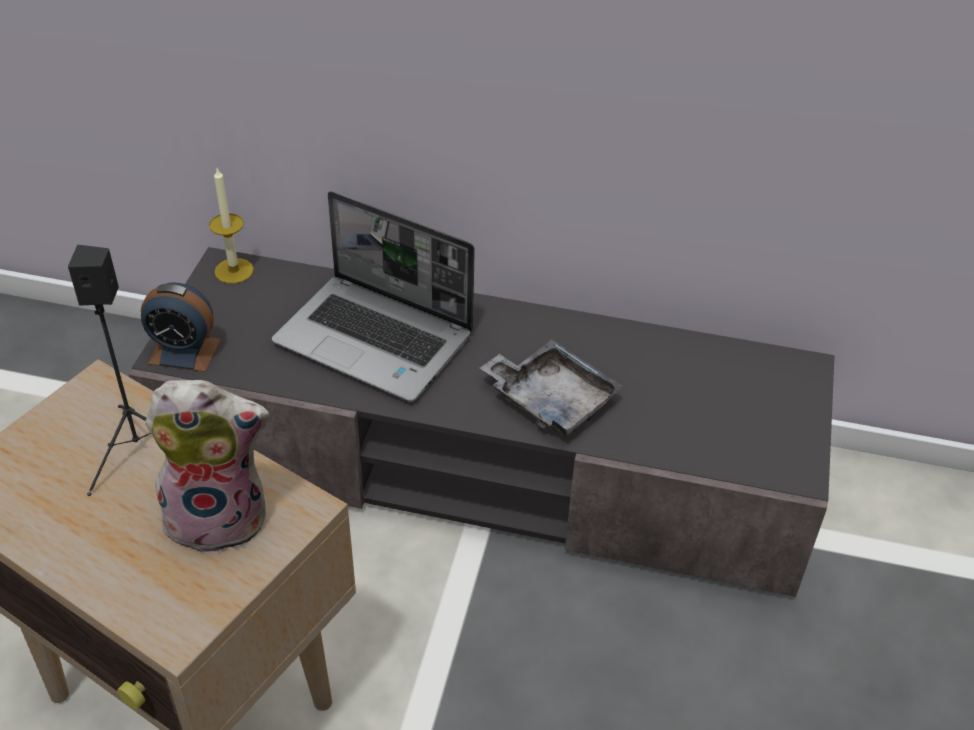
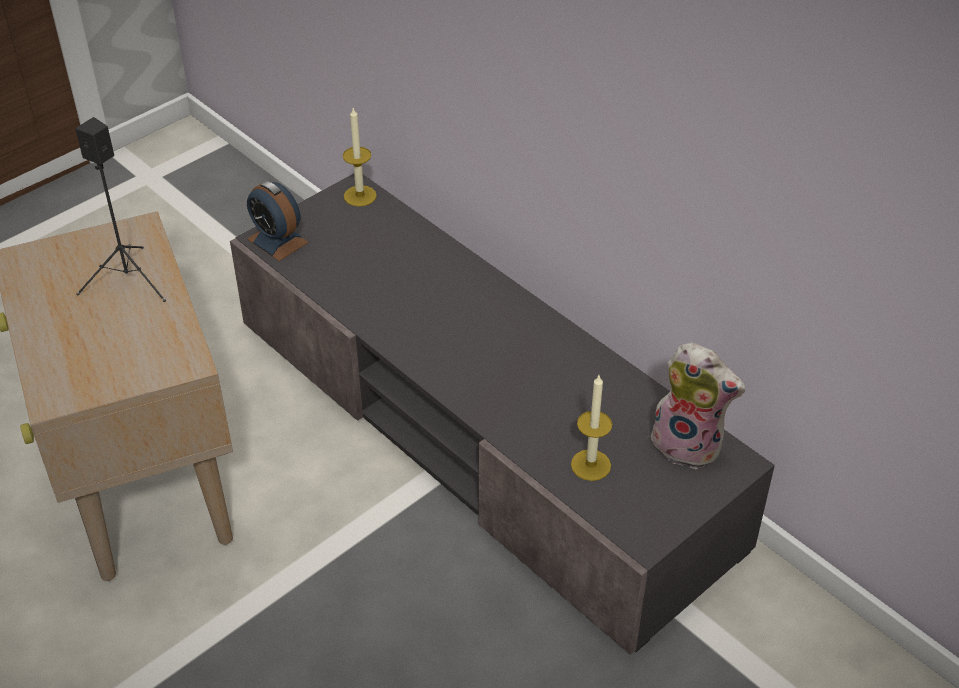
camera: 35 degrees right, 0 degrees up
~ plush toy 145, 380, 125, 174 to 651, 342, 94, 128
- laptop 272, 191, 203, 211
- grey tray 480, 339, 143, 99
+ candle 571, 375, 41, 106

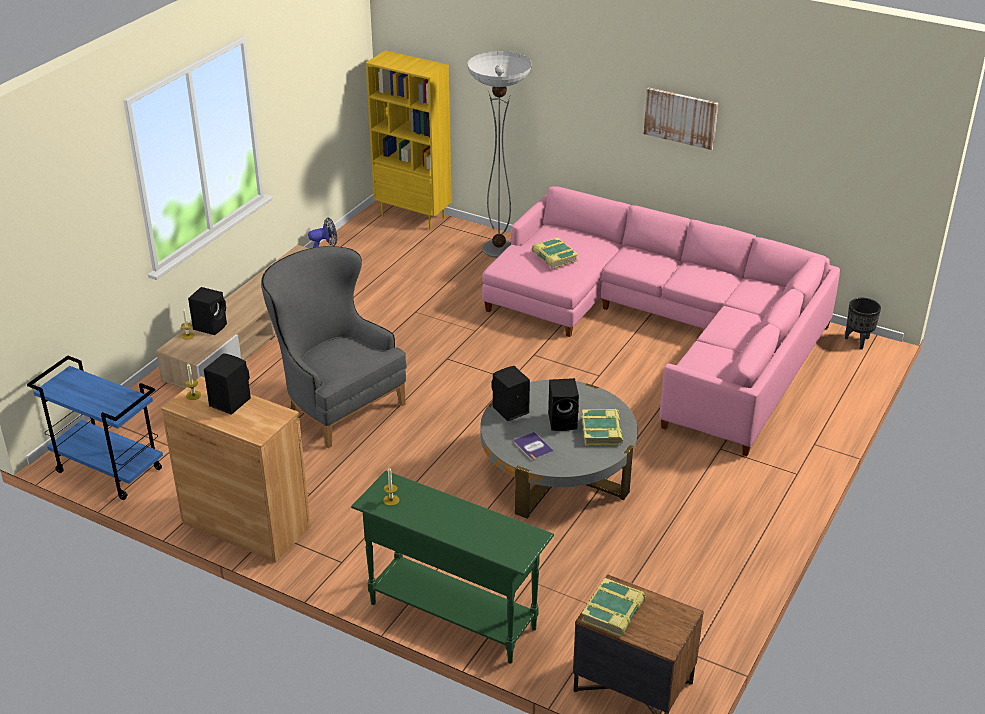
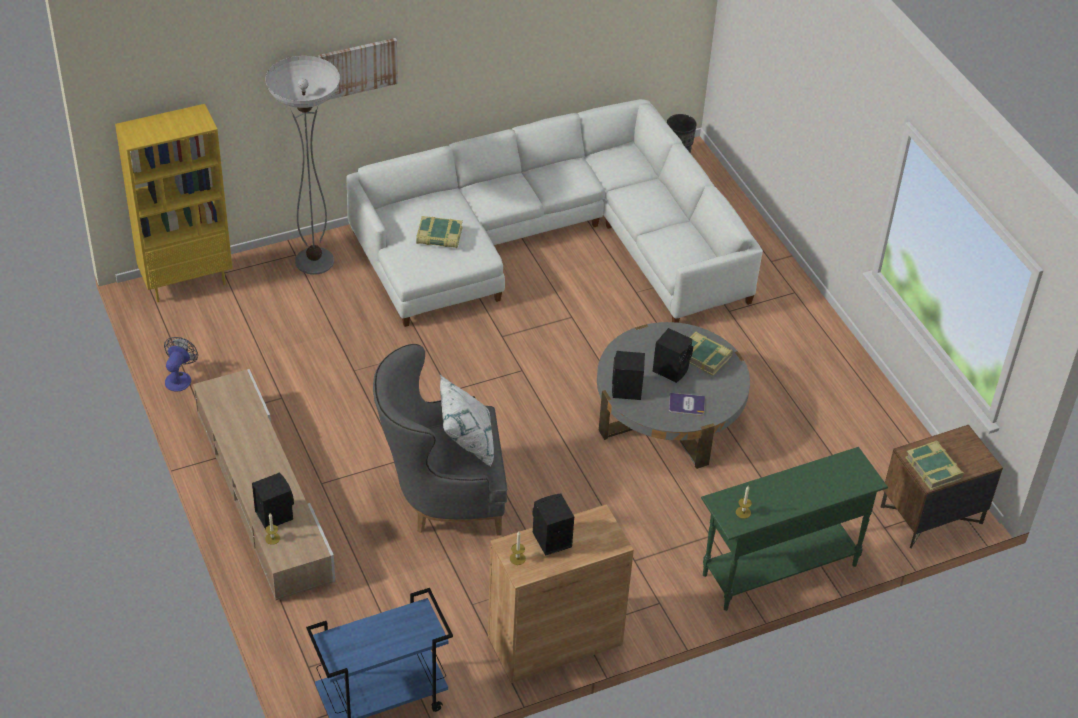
camera: 55 degrees left, 10 degrees up
~ pink sofa 482, 186, 358, 270 to white sofa 346, 99, 417, 228
~ picture 644, 87, 74, 63 to 318, 38, 80, 62
+ white pillow 440, 375, 54, 92

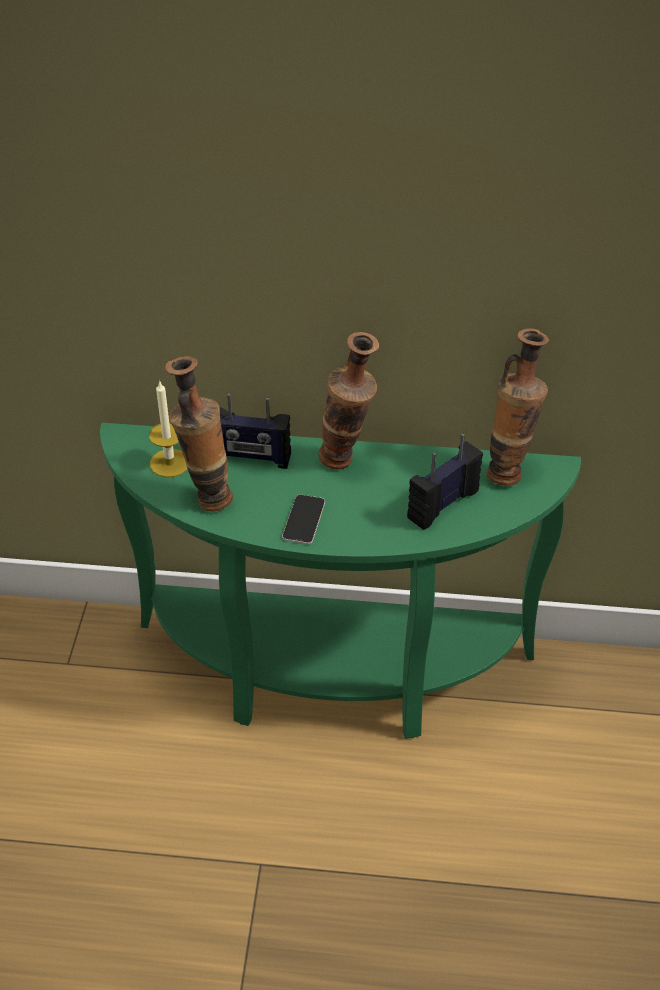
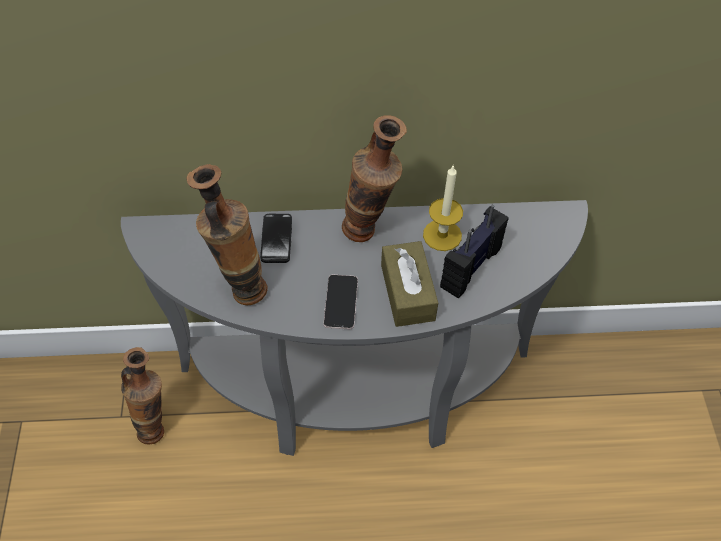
camera: 10 degrees left, 10 degrees up
~ green console table 100, 423, 481, 316 to grey console table 121, 200, 467, 256
~ candle 149, 380, 38, 97 to 423, 166, 40, 85
~ radio 219, 394, 72, 75 to phone 260, 214, 32, 49
~ vase 486, 329, 63, 157 to 121, 347, 43, 98
+ brown tissue box 381, 241, 57, 86

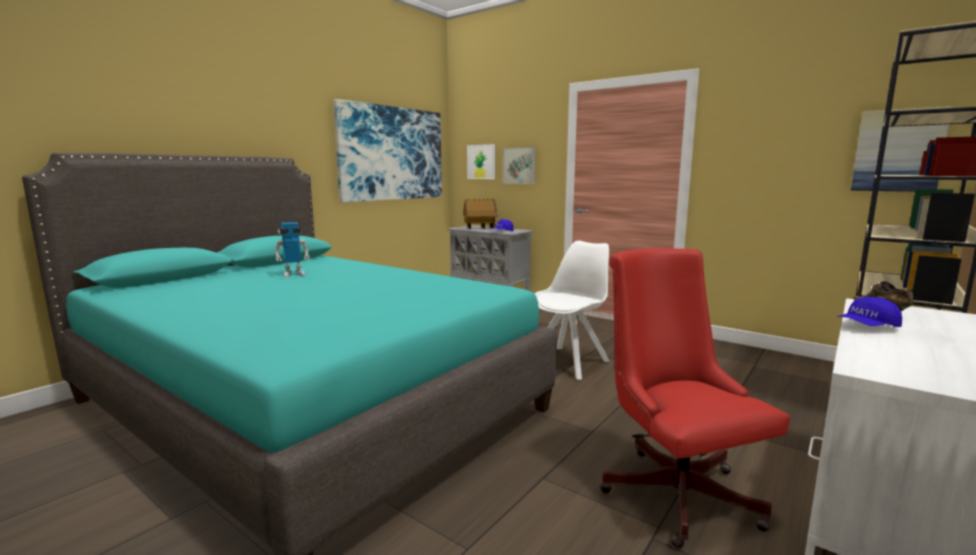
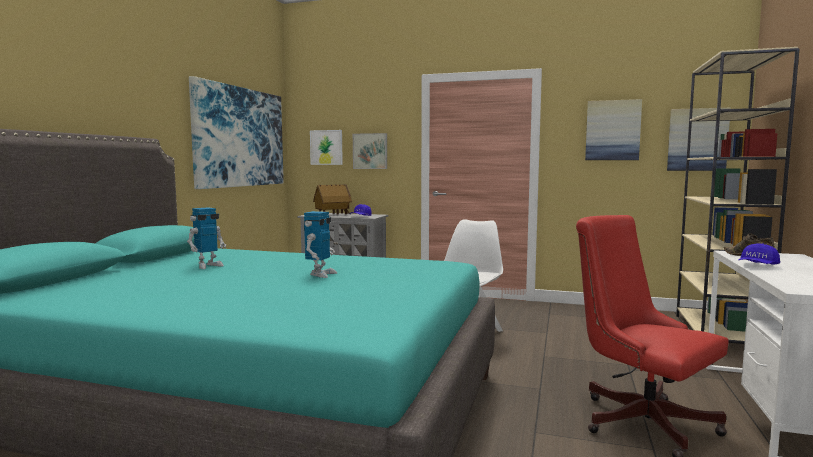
camera: 20 degrees left, 5 degrees down
+ toy robot 304, 211, 33, 67
+ picture 585, 99, 57, 61

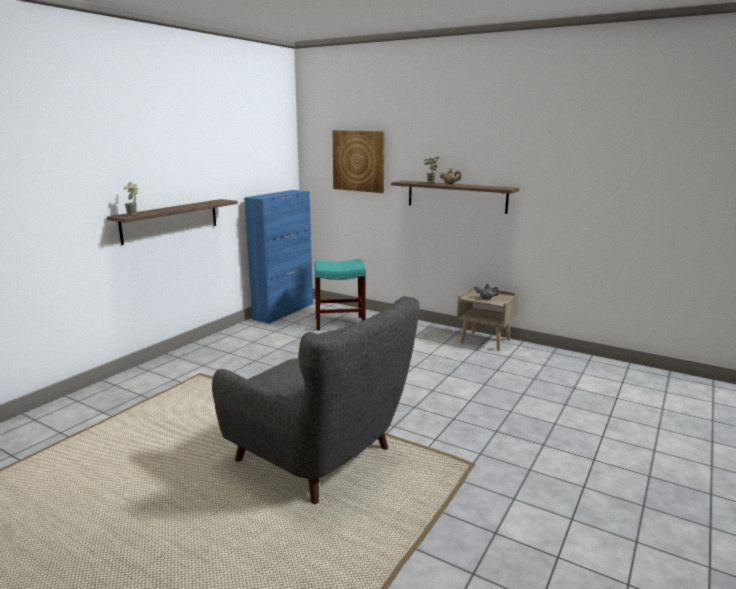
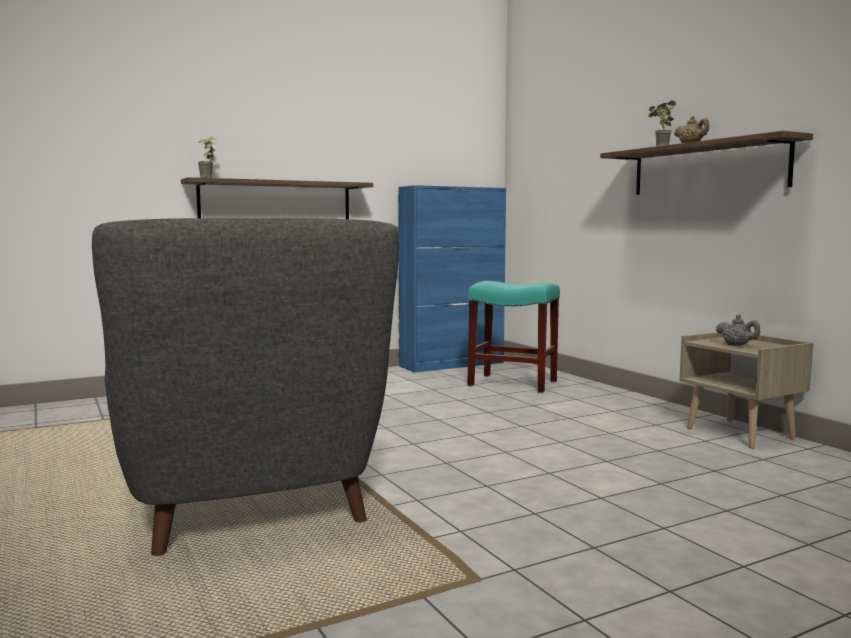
camera: 30 degrees right, 10 degrees down
- picture 333, 130, 52, 63

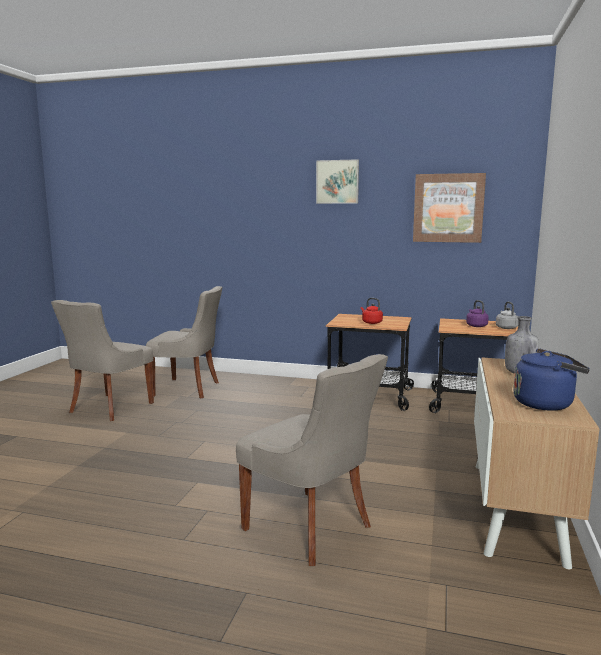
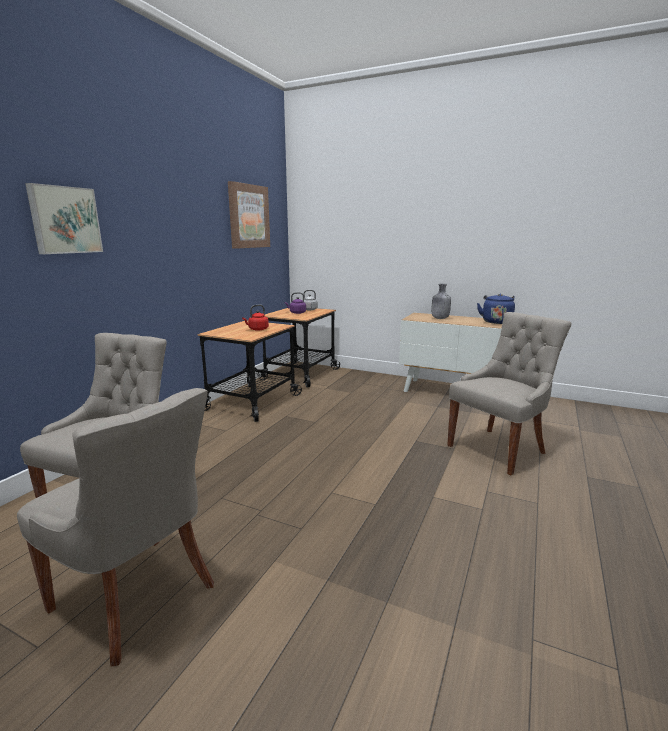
camera: 80 degrees left, 5 degrees up
~ picture 316, 159, 43, 45 to 25, 183, 78, 71

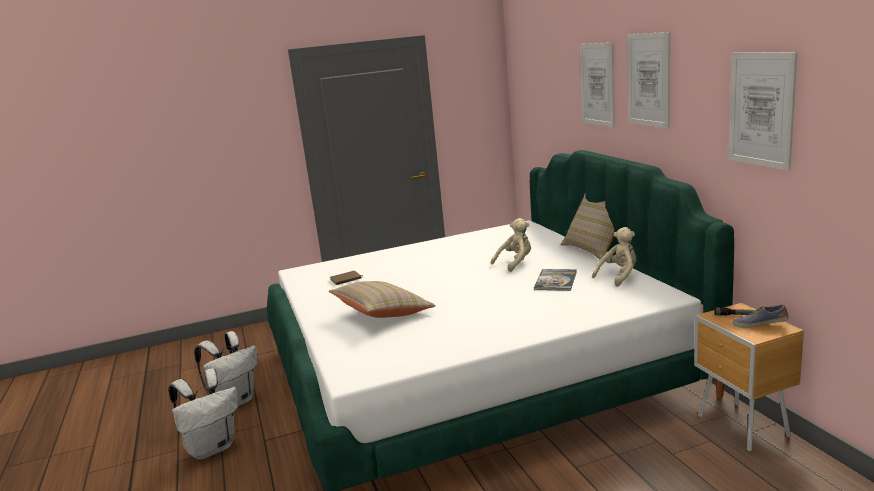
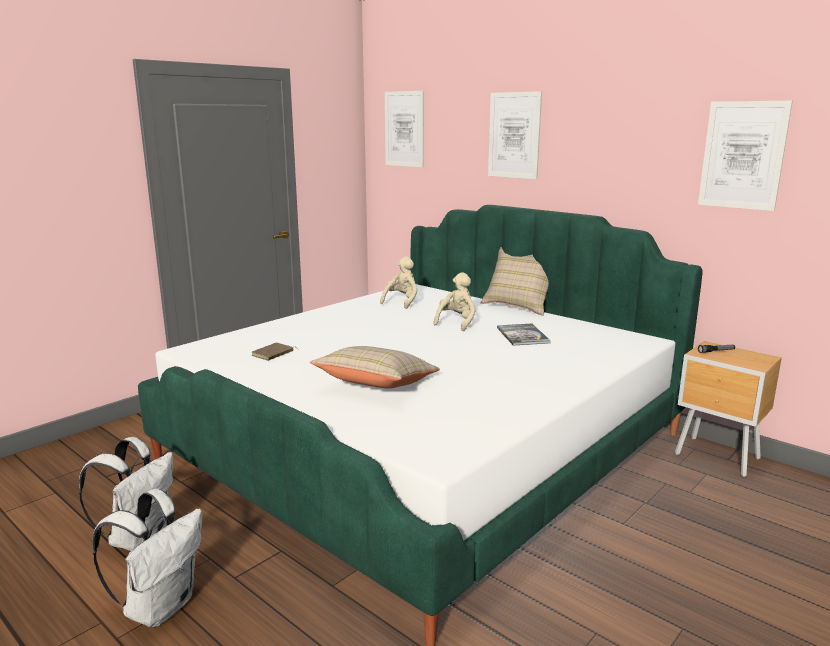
camera: 30 degrees left, 0 degrees up
~ beige plush toy 592, 227, 44, 60 to 380, 256, 38, 53
~ picture 627, 32, 43, 96 to 385, 91, 39, 76
- shoe 732, 304, 57, 24

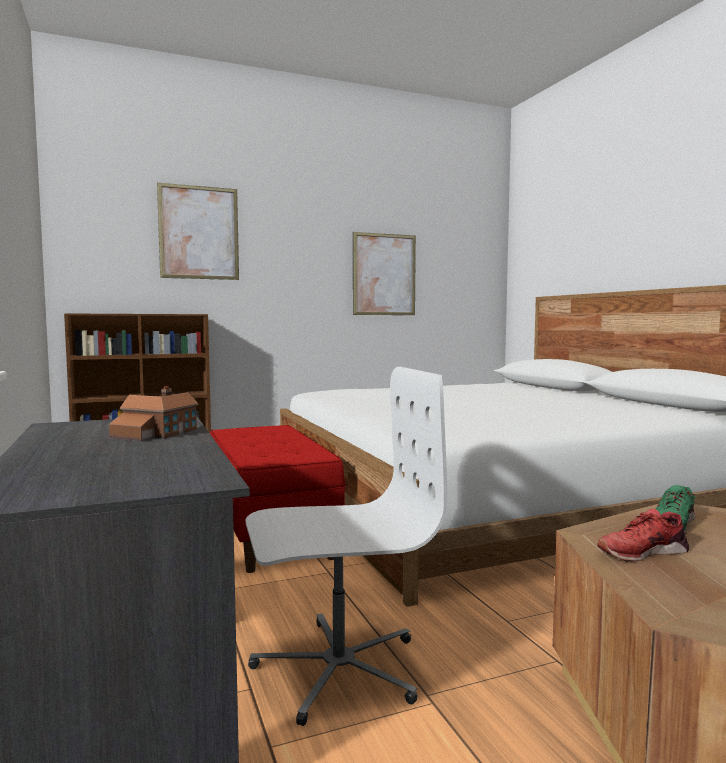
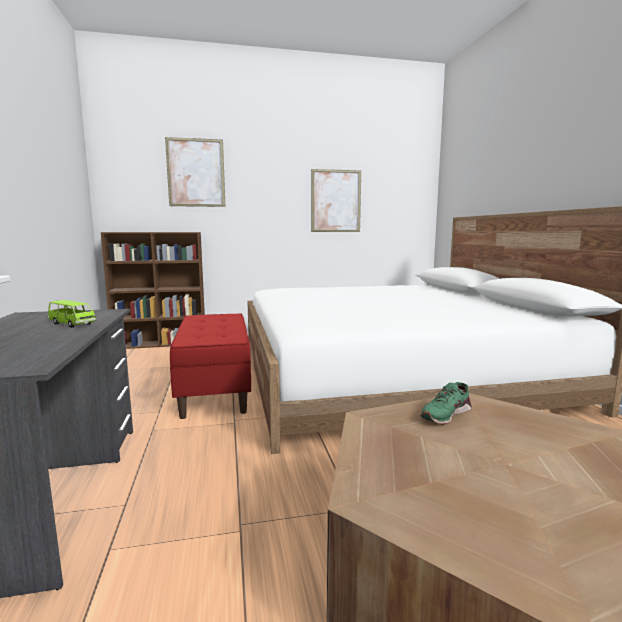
camera: 10 degrees right, 5 degrees up
~ toy house 109, 386, 90, 55 to green toy car 48, 300, 48, 28
- white office chair 246, 366, 201, 360
- red shoe 597, 509, 92, 53

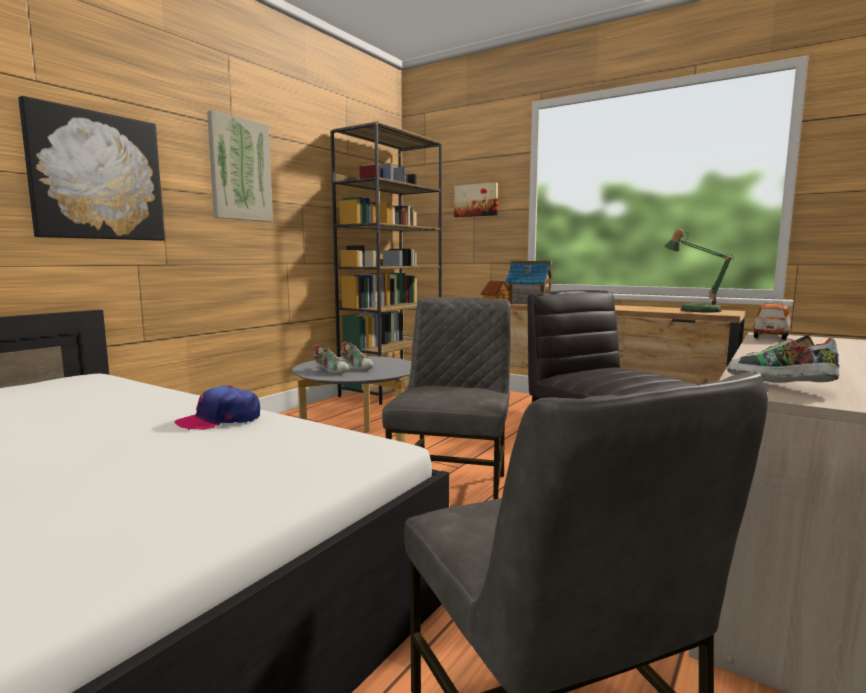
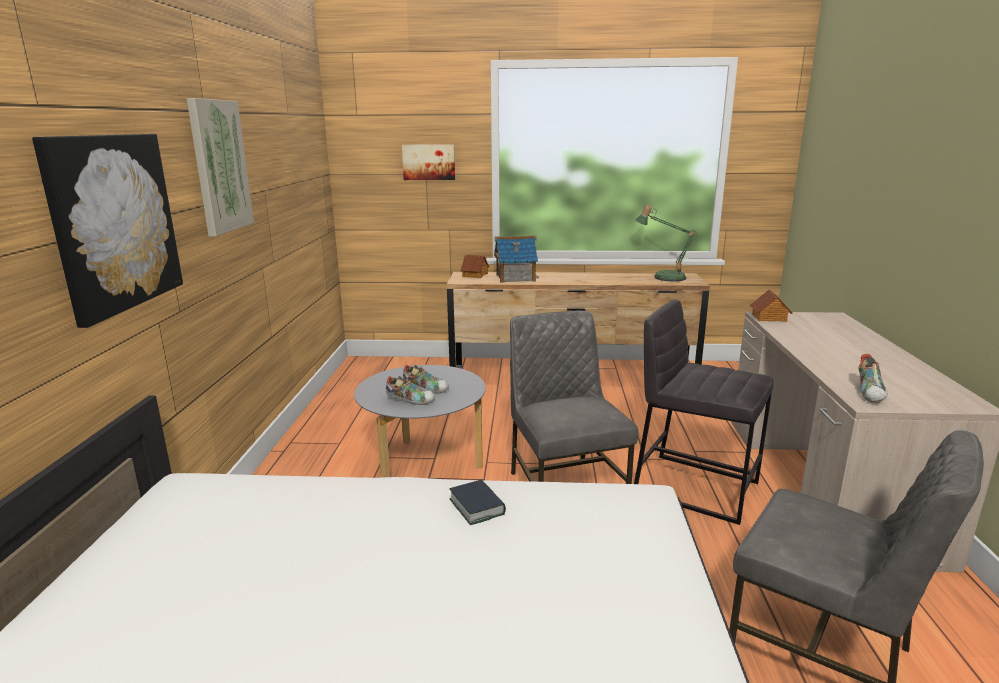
camera: 30 degrees left, 10 degrees up
~ cap 174, 385, 86, 45 to book 450, 480, 56, 45
- brown bookcase 330, 121, 112, 284
~ shoe 727, 334, 113, 49 = 858, 354, 30, 48 90 degrees counterclockwise
~ toy car 753, 302, 39, 38 to toy house 750, 290, 43, 32

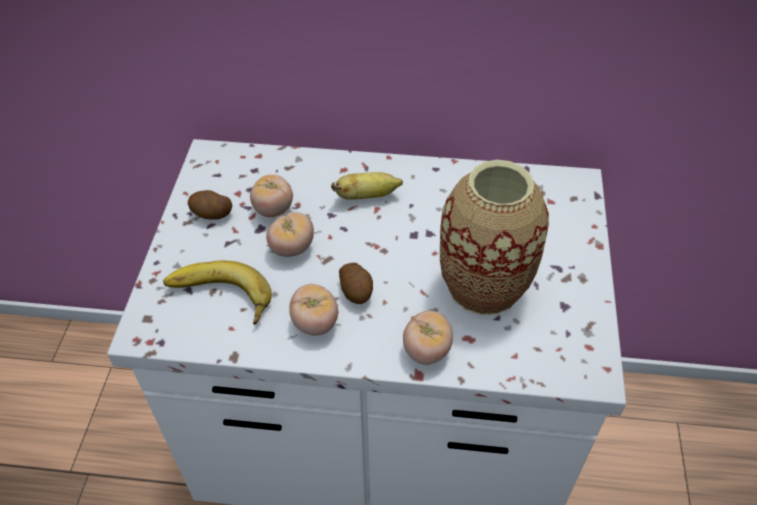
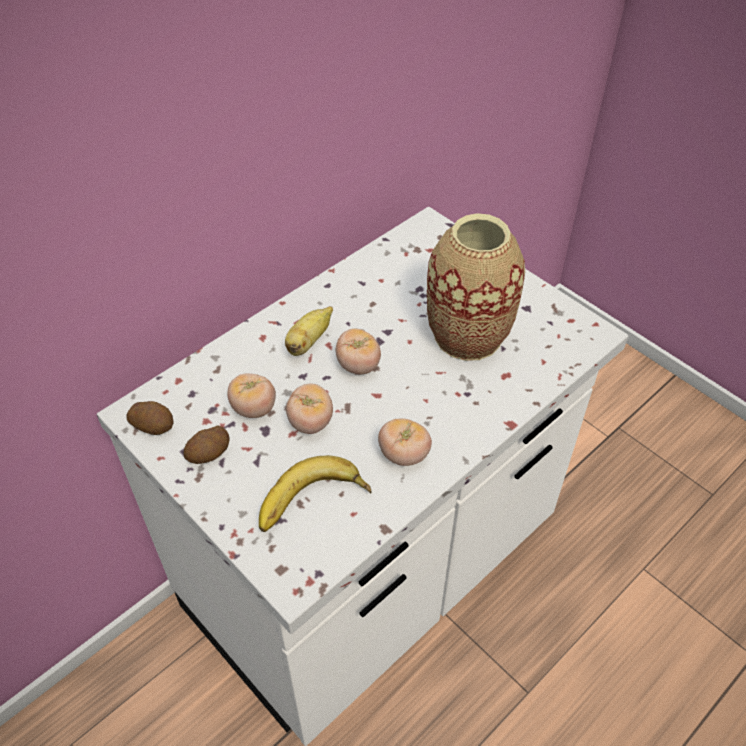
camera: 50 degrees left, 0 degrees up
~ potato 339, 263, 34, 41 to 126, 401, 47, 34
~ tomato 403, 311, 50, 54 to 336, 329, 45, 45

